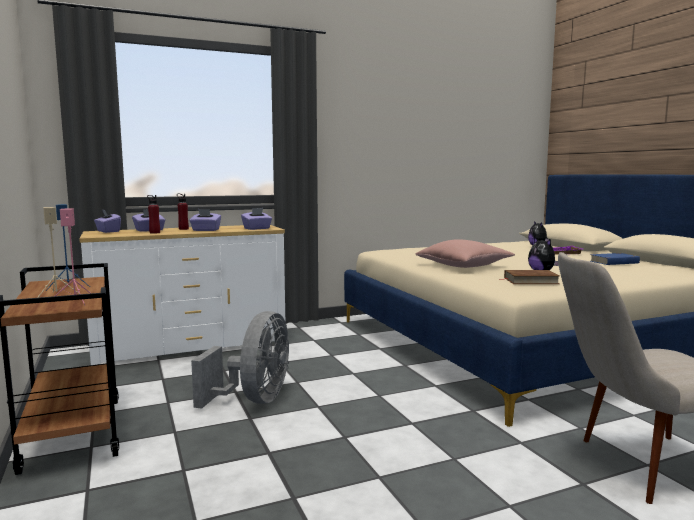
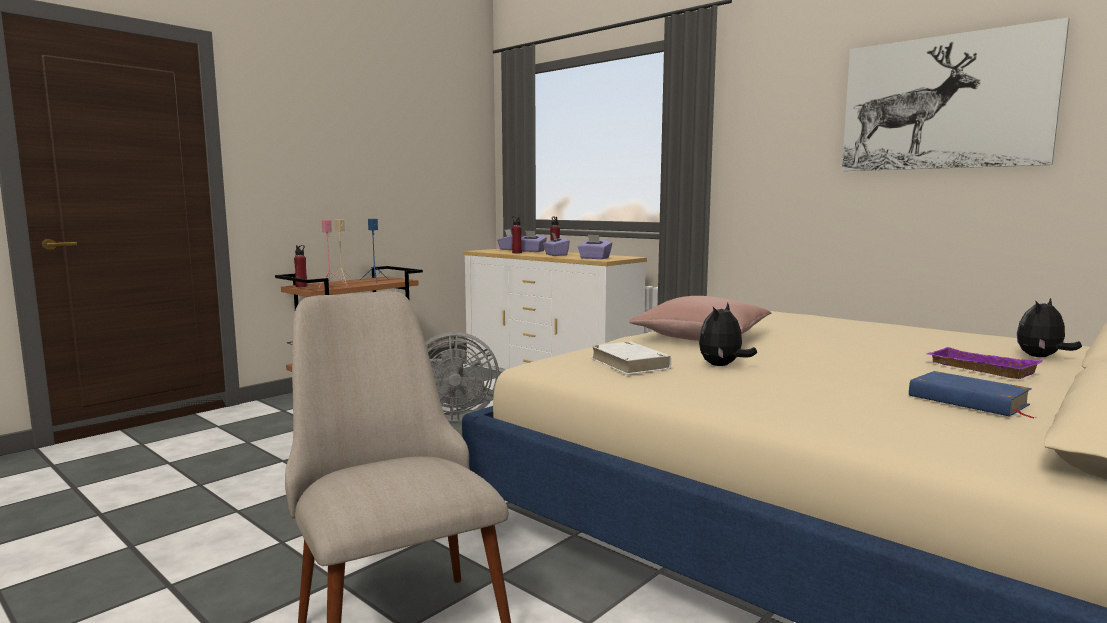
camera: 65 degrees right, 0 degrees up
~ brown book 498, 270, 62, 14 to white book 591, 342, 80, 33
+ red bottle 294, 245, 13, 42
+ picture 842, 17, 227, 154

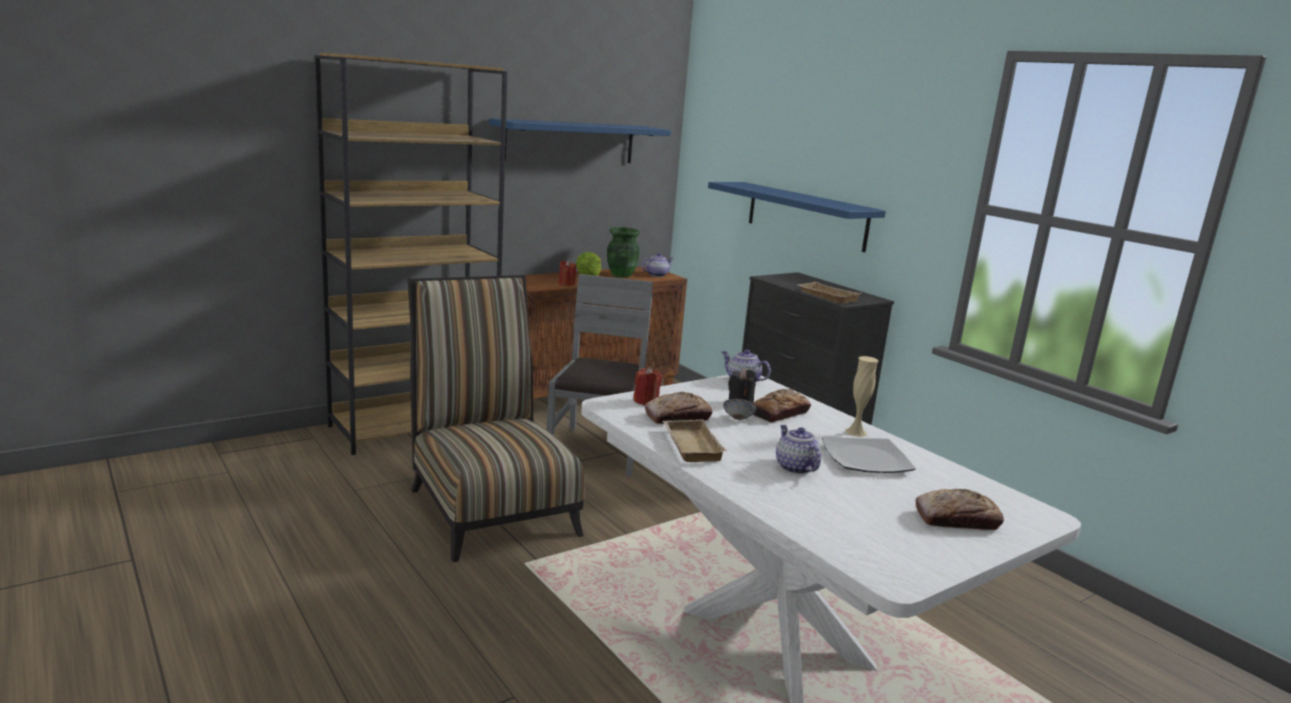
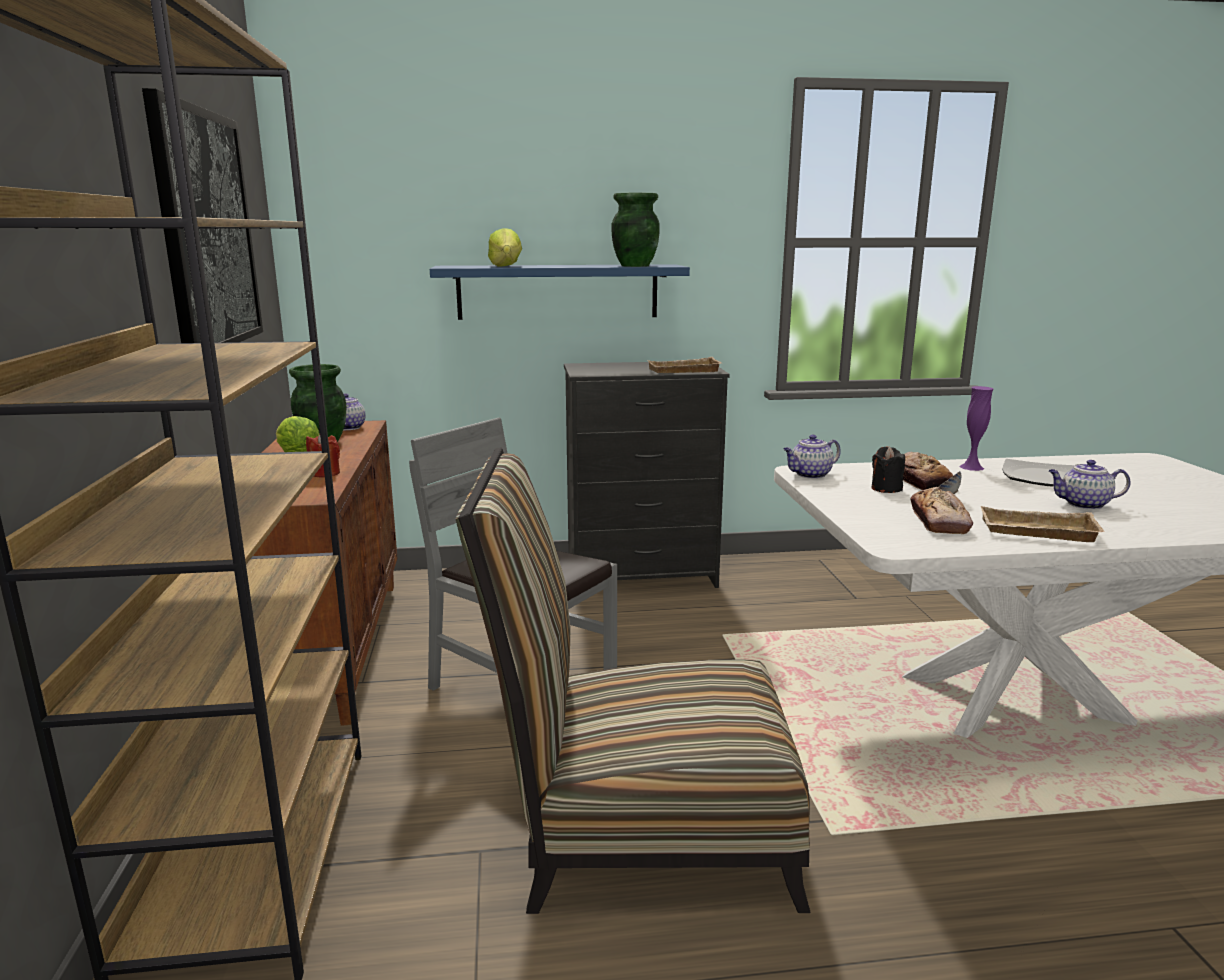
camera: 60 degrees left, 0 degrees up
~ blue shelf 489, 118, 182, 45 to picture 142, 88, 121, 255
- red candle 633, 367, 29, 39
~ beige vase 845, 356, 33, 81 to purple vase 959, 386, 34, 85
- bread 915, 489, 89, 41
+ lettuce 488, 228, 34, 39
+ green vase 611, 193, 49, 74

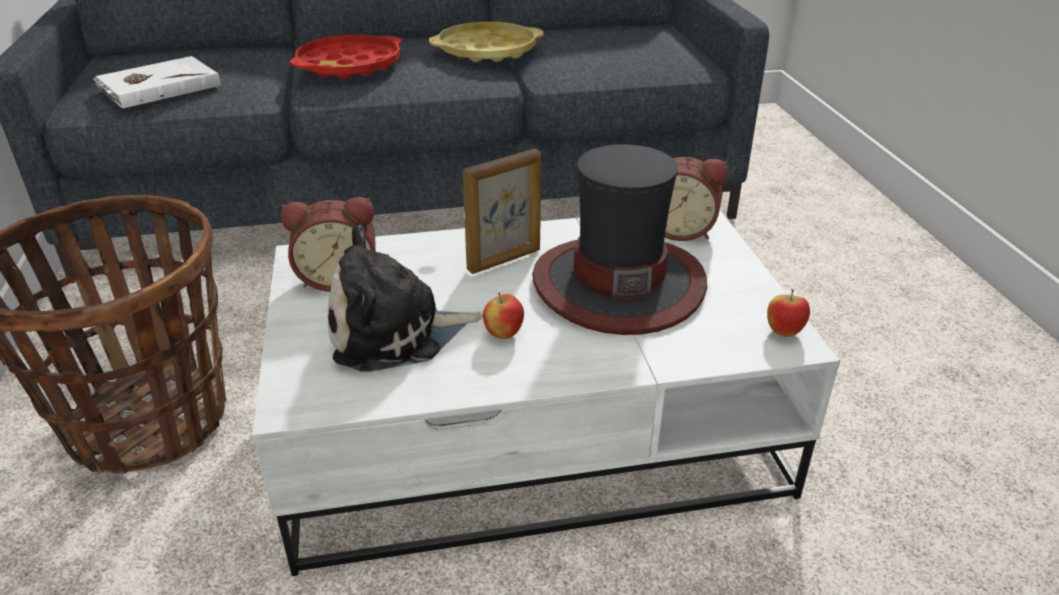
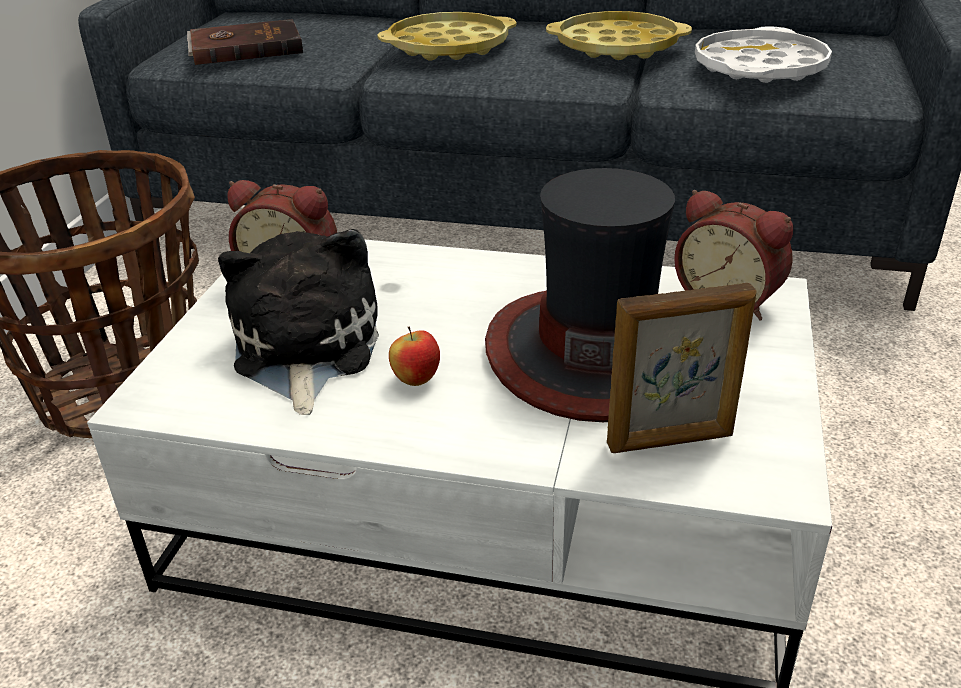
camera: 25 degrees right, 0 degrees up
~ white book 92, 56, 129, 53 to brown book 187, 19, 116, 46
~ red tray 290, 35, 112, 44 to yellow tray 377, 12, 140, 49
~ plush toy 328, 225, 155, 147 = 218, 229, 161, 186 75 degrees clockwise
~ picture frame 463, 149, 78, 125 to 607, 283, 149, 170
- apple 767, 289, 43, 48
+ white tray 695, 26, 137, 57

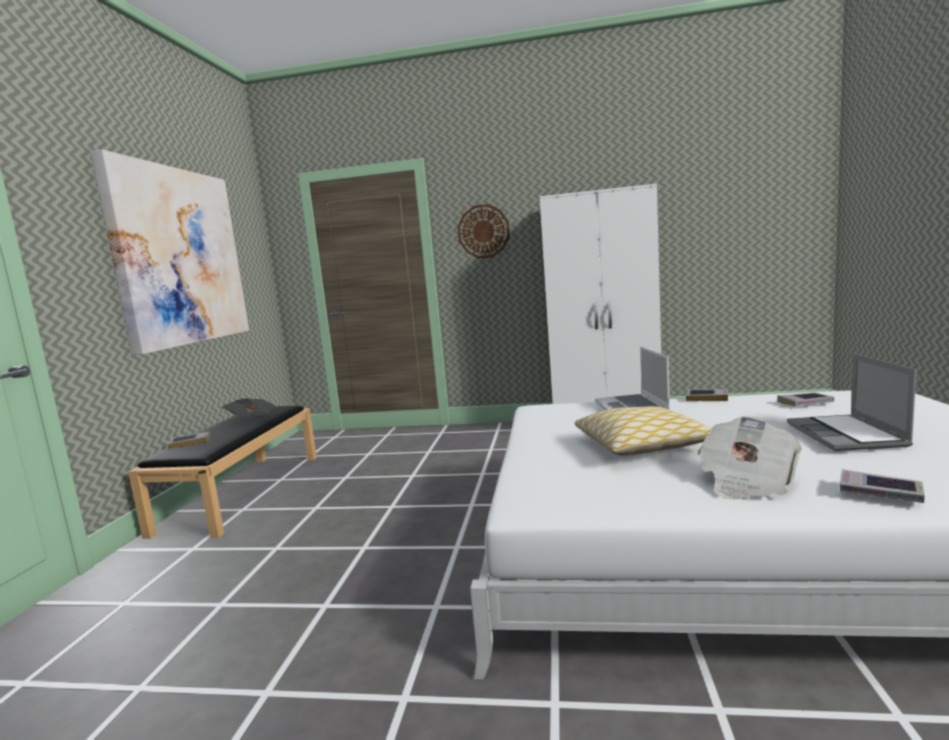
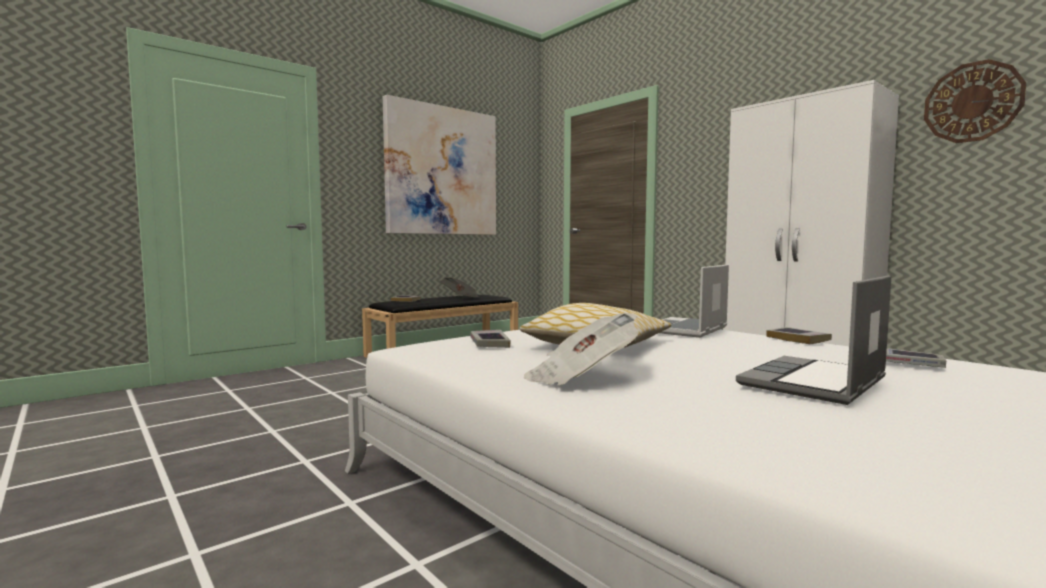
camera: 40 degrees right, 5 degrees down
~ wall clock 458, 204, 52, 55 to 924, 59, 102, 84
~ book 840, 469, 85, 34 to 470, 330, 41, 18

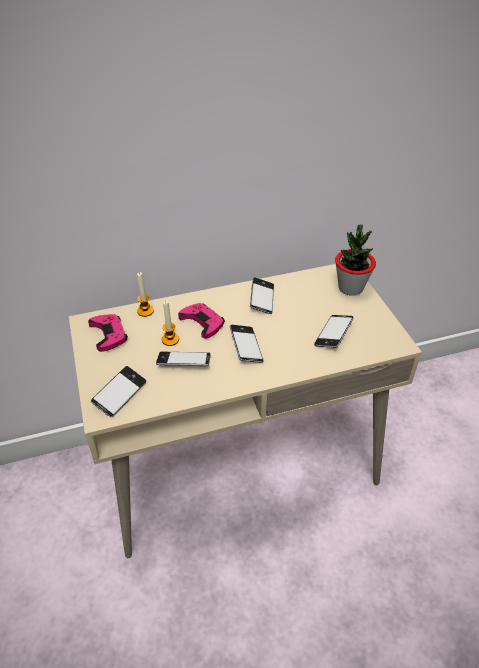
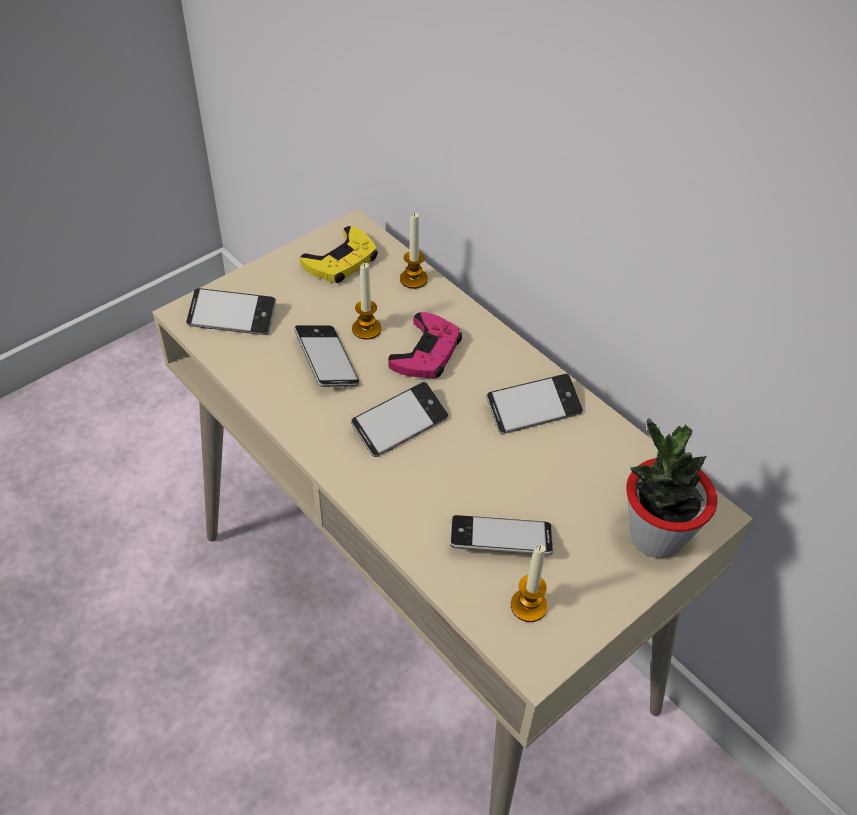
camera: 65 degrees right, 5 degrees up
~ pink game controller 88, 314, 40, 38 to yellow game controller 300, 226, 78, 57
+ candle 511, 544, 37, 78

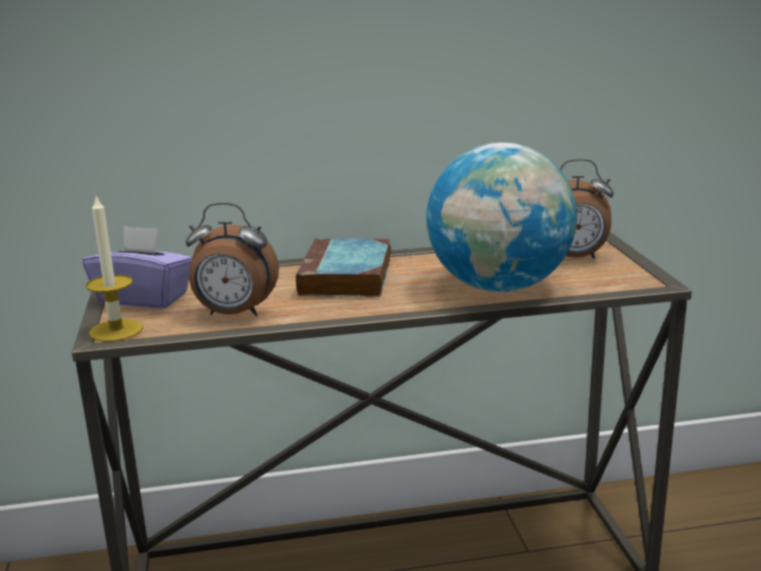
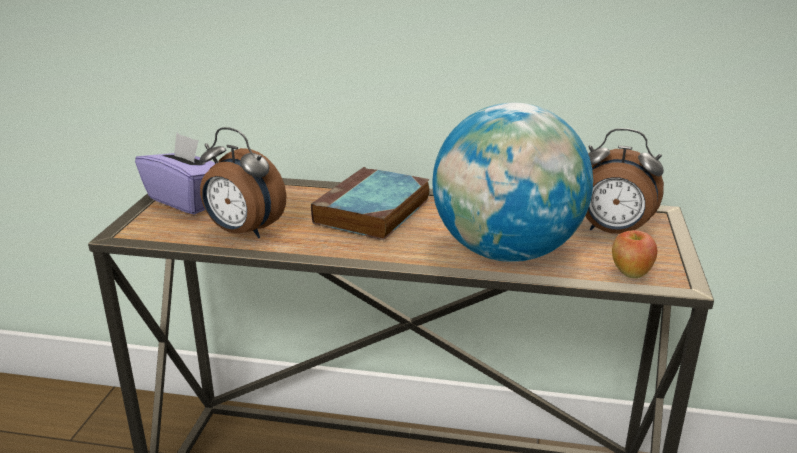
camera: 20 degrees right, 5 degrees up
- candle 86, 195, 57, 147
+ apple 612, 230, 45, 48

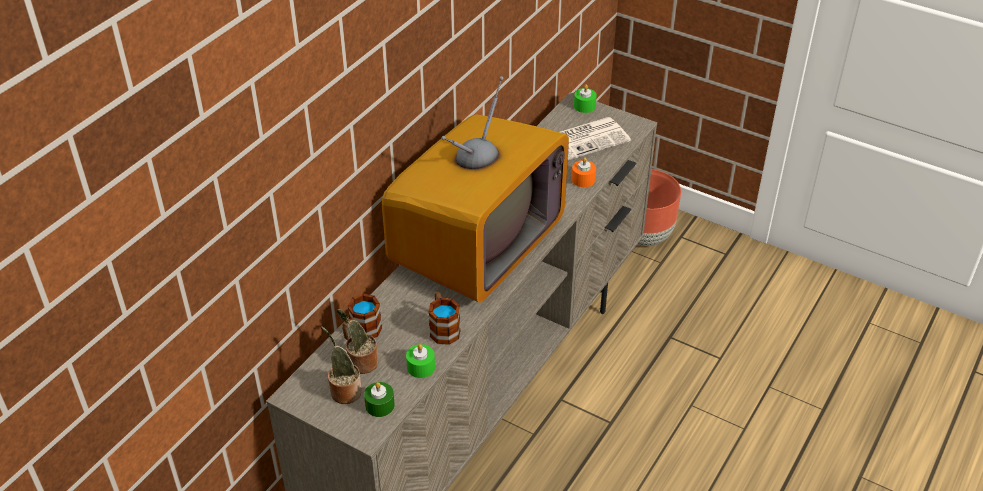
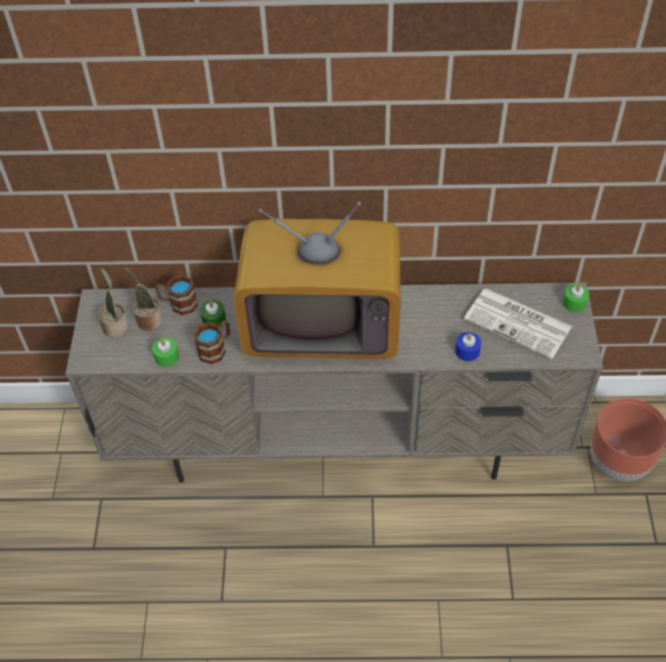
camera: 60 degrees right, 10 degrees up
~ green candle 364, 382, 31, 35 to 200, 300, 26, 26
~ orange candle 572, 157, 24, 30 to blue candle 455, 332, 26, 29

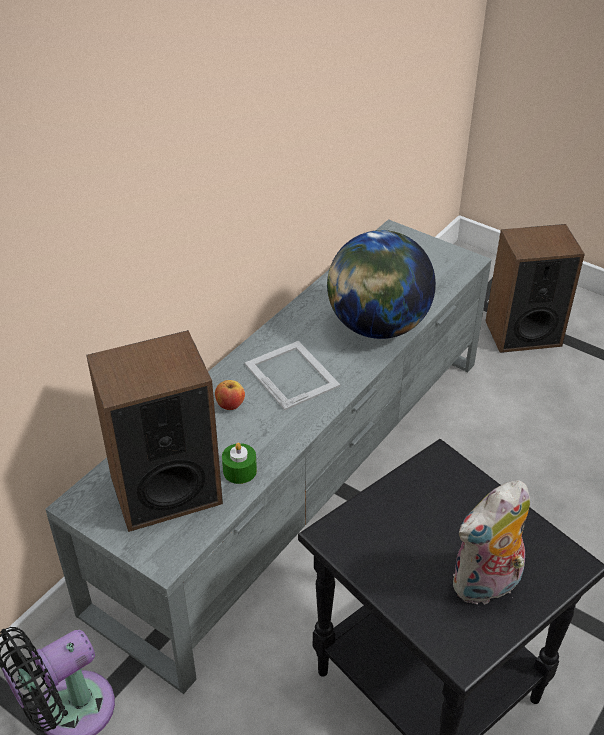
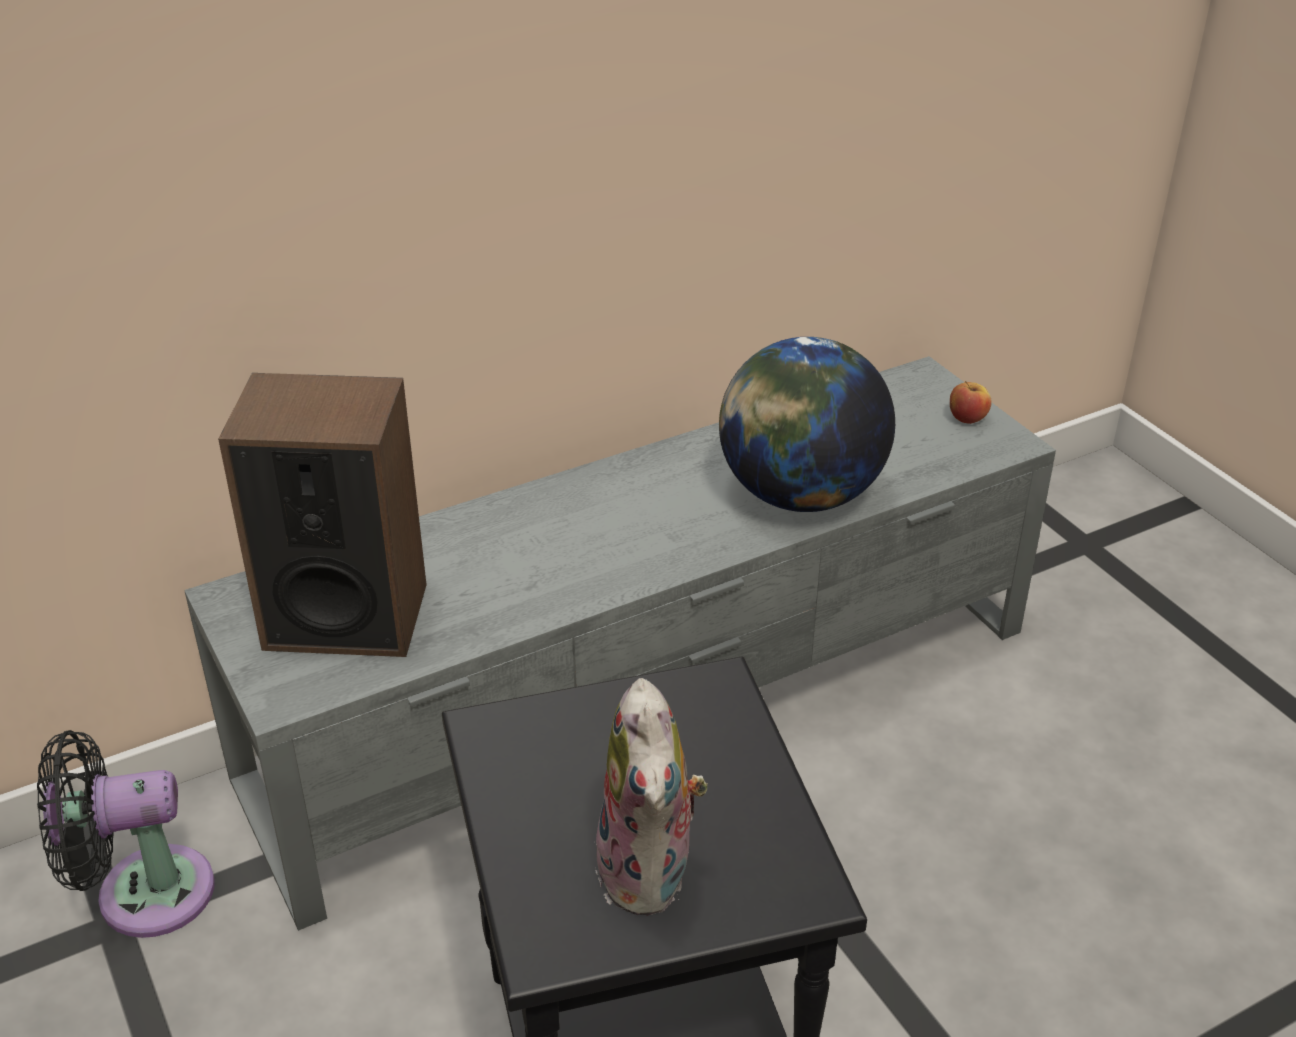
camera: 25 degrees right, 5 degrees down
~ apple 215, 380, 30, 30 to 950, 381, 42, 43
- green candle 222, 443, 35, 41
- picture frame 245, 341, 95, 69
~ plush toy 453, 480, 77, 124 = 595, 678, 113, 238 90 degrees counterclockwise
- speaker 486, 224, 99, 129

